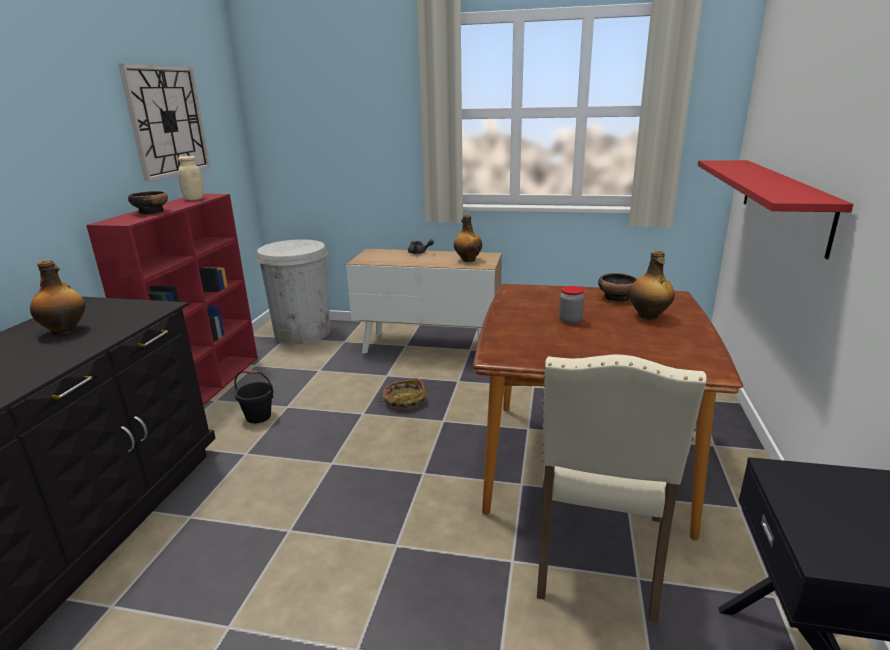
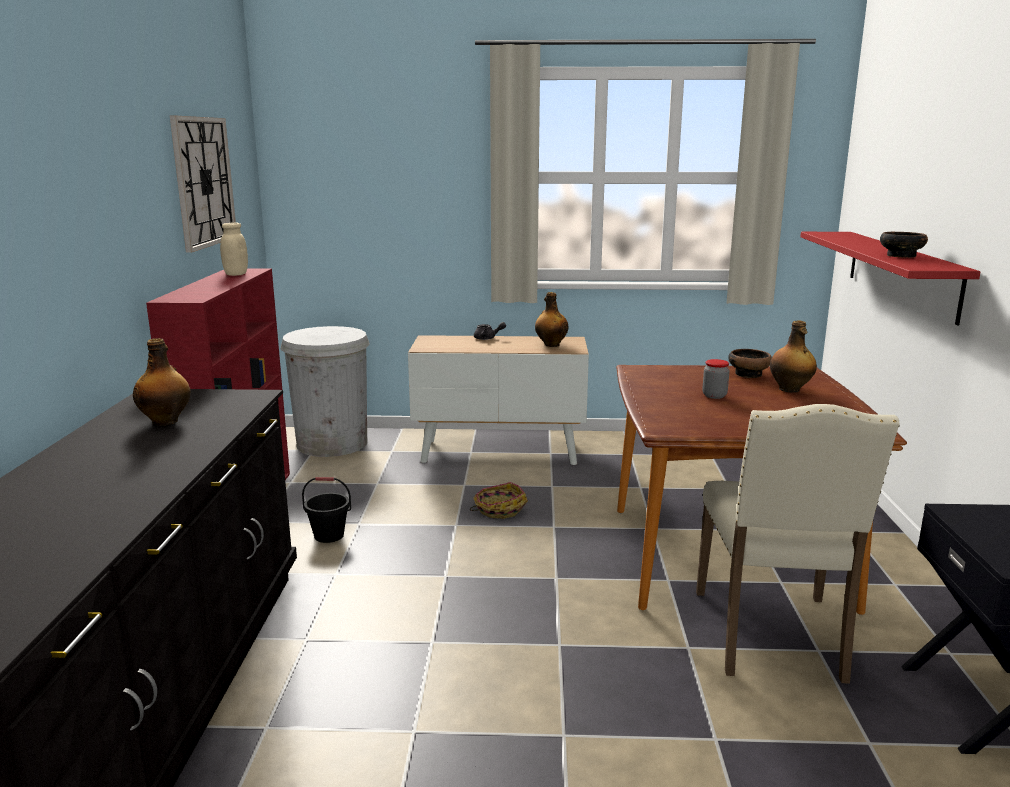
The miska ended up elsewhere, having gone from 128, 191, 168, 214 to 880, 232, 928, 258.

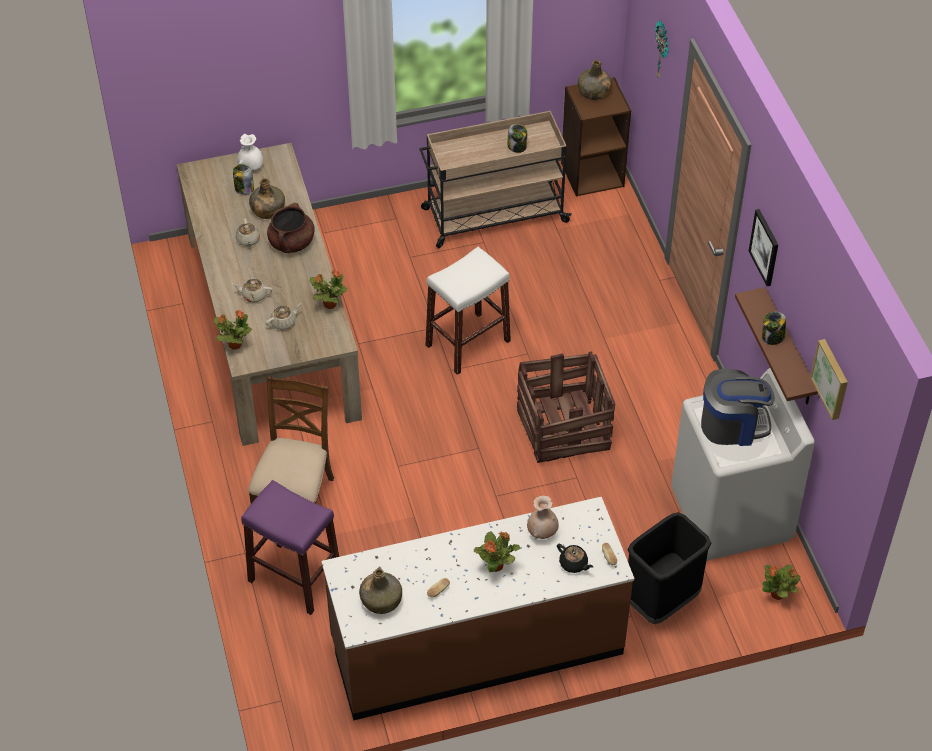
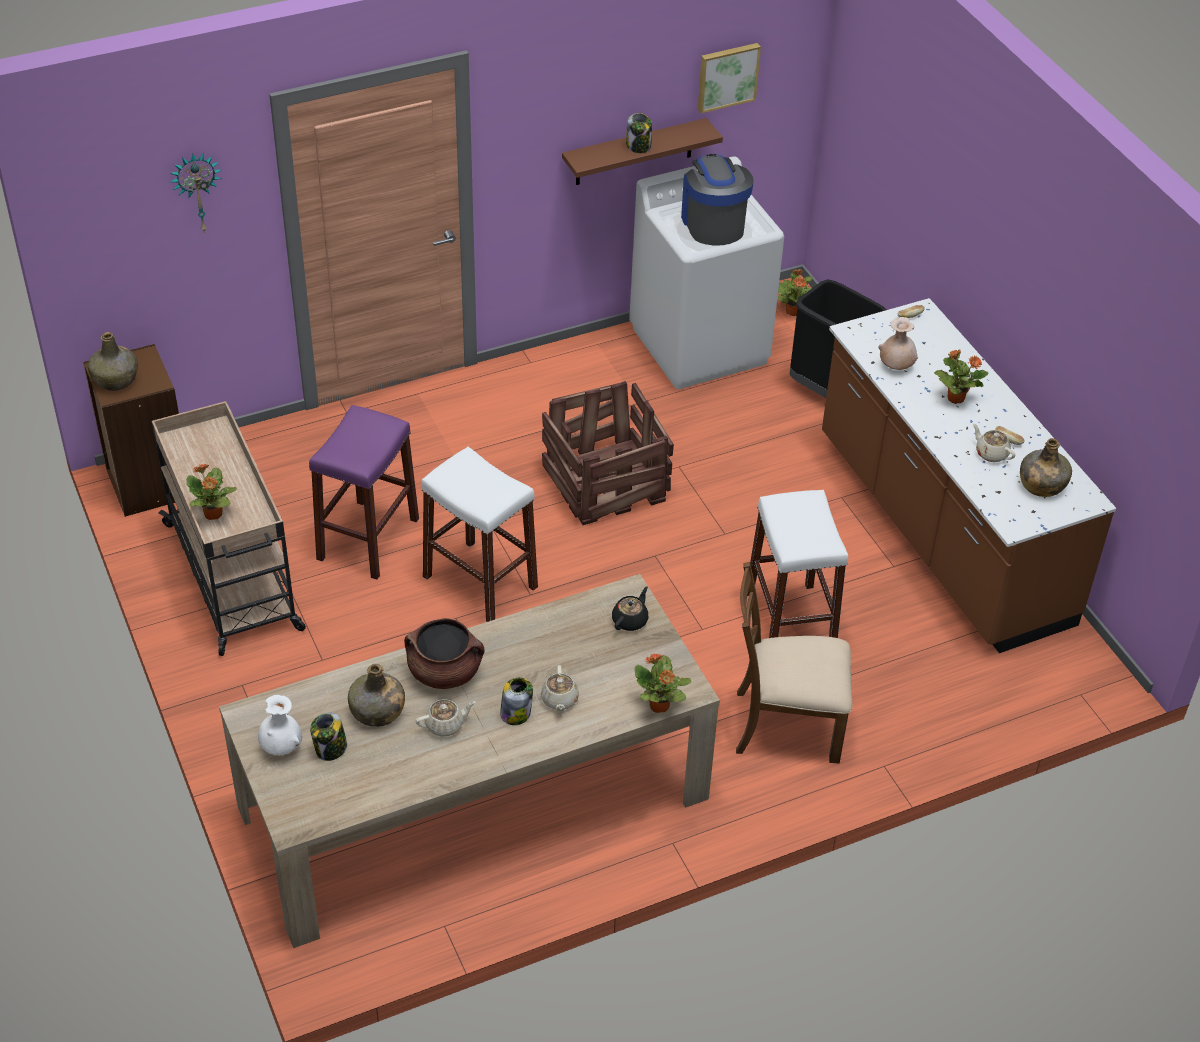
The roślina doniczkowa ended up elsewhere, having gone from 310, 270, 348, 309 to 186, 463, 237, 520.
The stołek/fioletowy ended up elsewhere, having gone from 241, 480, 339, 615 to 309, 405, 419, 580.
The słoik ended up elsewhere, having gone from 507, 124, 527, 153 to 500, 678, 533, 725.
The imbryk/czarny ended up elsewhere, having gone from 557, 544, 594, 573 to 612, 586, 648, 631.
The second view gained the stołek/biały at 748, 490, 848, 638.
The imbryk/beżowy ended up elsewhere, having gone from 266, 303, 301, 330 to 973, 423, 1015, 462.
The second view lost the obraz at 749, 209, 778, 286.

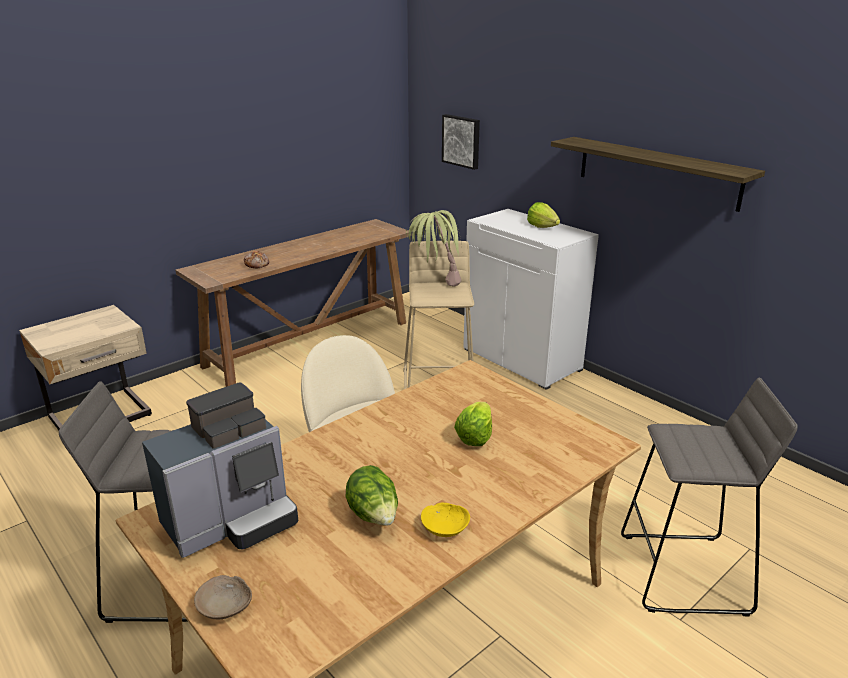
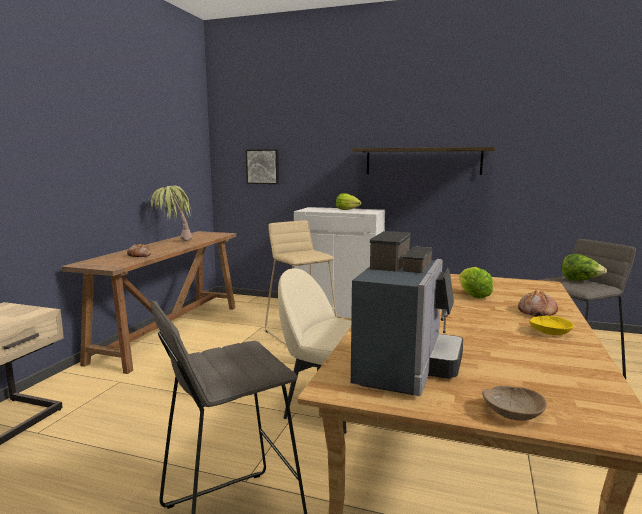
The roślina doniczkowa ended up elsewhere, having gone from 406, 210, 462, 287 to 148, 185, 192, 241.
The second view gained the chleb at 518, 290, 558, 317.
The sałata ended up elsewhere, having gone from 346, 465, 398, 526 to 562, 254, 607, 281.

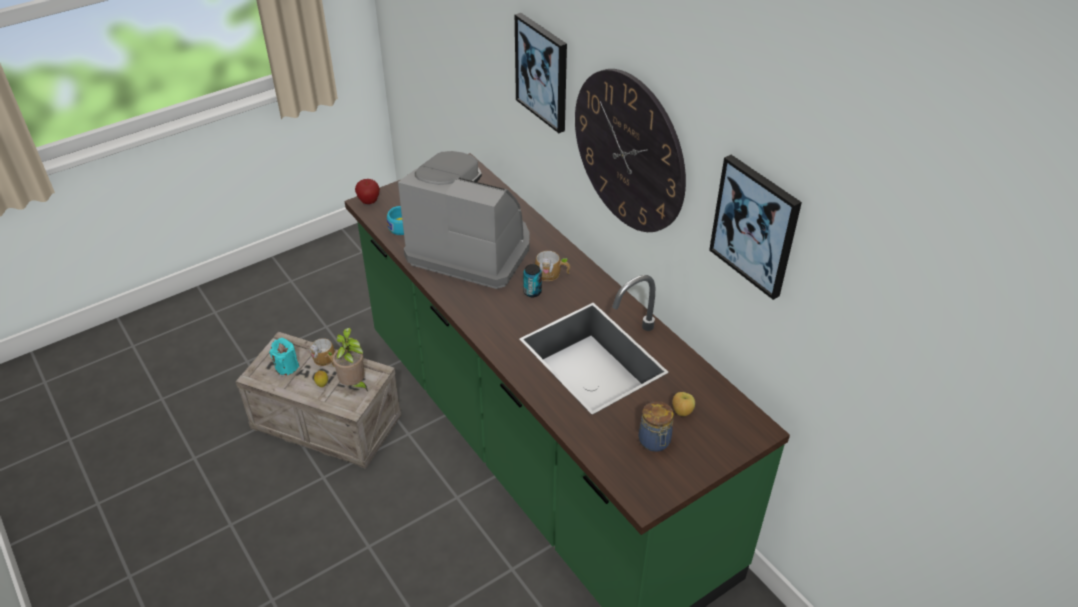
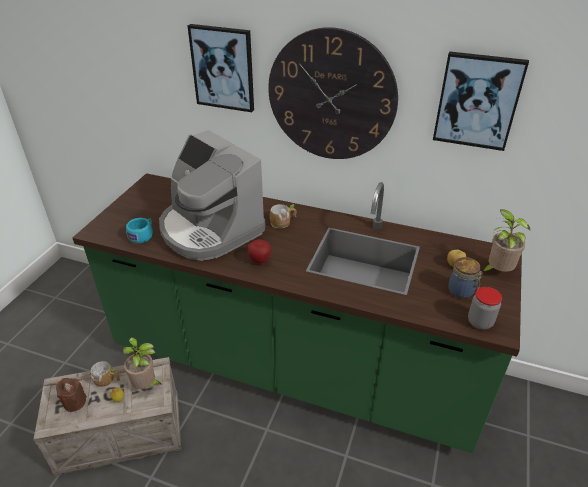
What was the świeca/turkusowy at 269, 338, 299, 375 turned into the świeca/brązowy at 56, 378, 87, 412.
The ekspres do kawy at 398, 151, 530, 289 ended up facing another way, 120 degrees counterclockwise from before.
The jabłko ended up elsewhere, having gone from 355, 179, 380, 204 to 248, 239, 271, 264.
The second view gained the słoik at 468, 287, 502, 330.
The second view gained the roślina doniczkowa at 482, 209, 530, 272.
The second view lost the puszka at 523, 264, 542, 297.

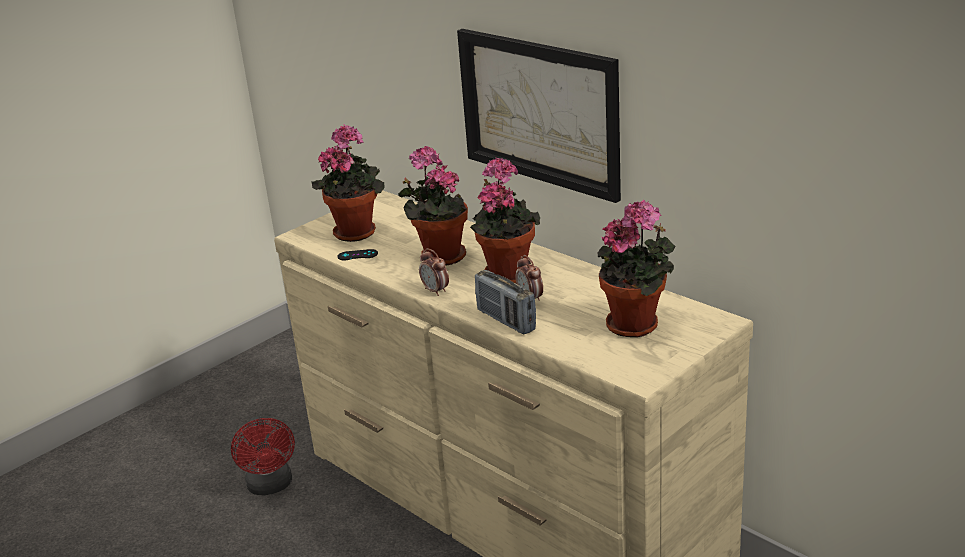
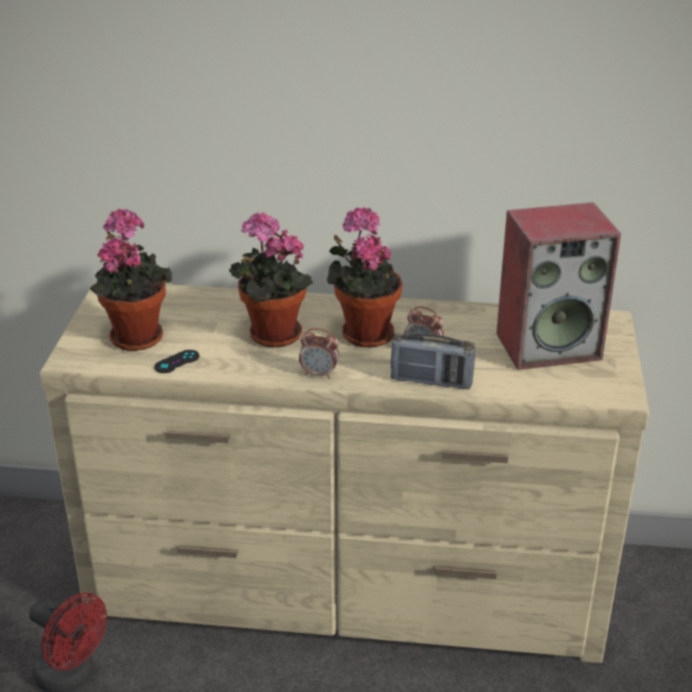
Where the roślina doniczkowa stood at 598, 200, 675, 337, the głośnik came to stand at 496, 202, 621, 370.
The second view lost the obraz at 457, 29, 621, 203.

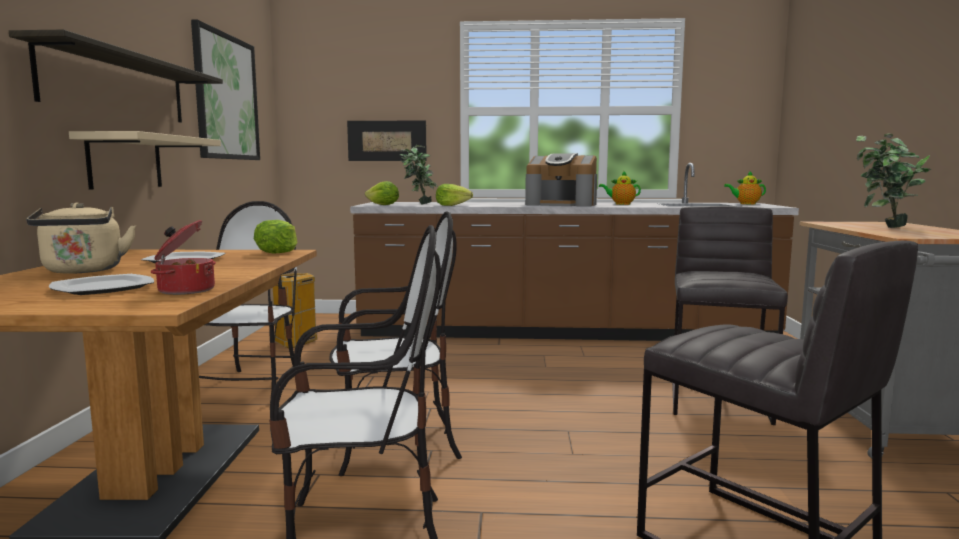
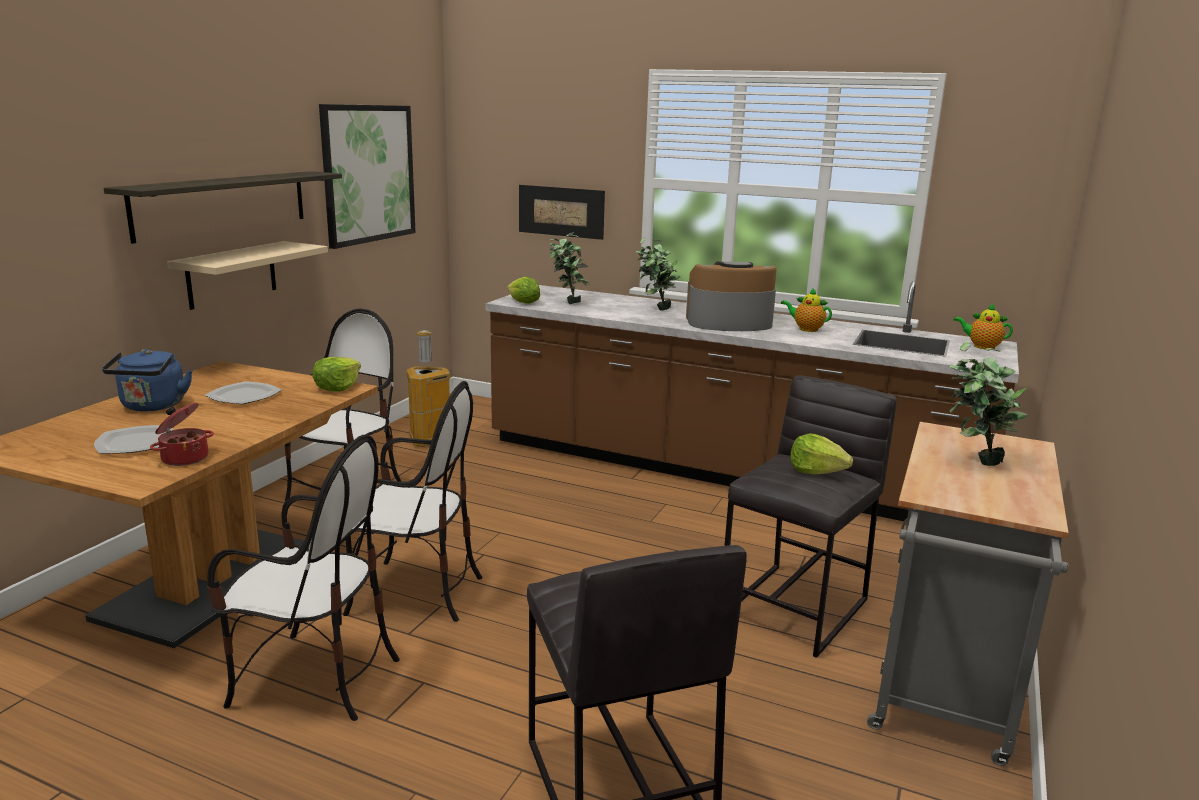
What was the czajnik/beżowy at 27, 203, 136, 274 turned into the czajnik/niebieski at 102, 349, 192, 411.
The second view gained the roślina doniczkowa at 636, 237, 680, 310.
The ekspres do kawy at 525, 153, 597, 207 ended up facing another way, 135 degrees clockwise from before.
The sałata ended up elsewhere, having gone from 436, 184, 473, 206 to 790, 433, 853, 474.

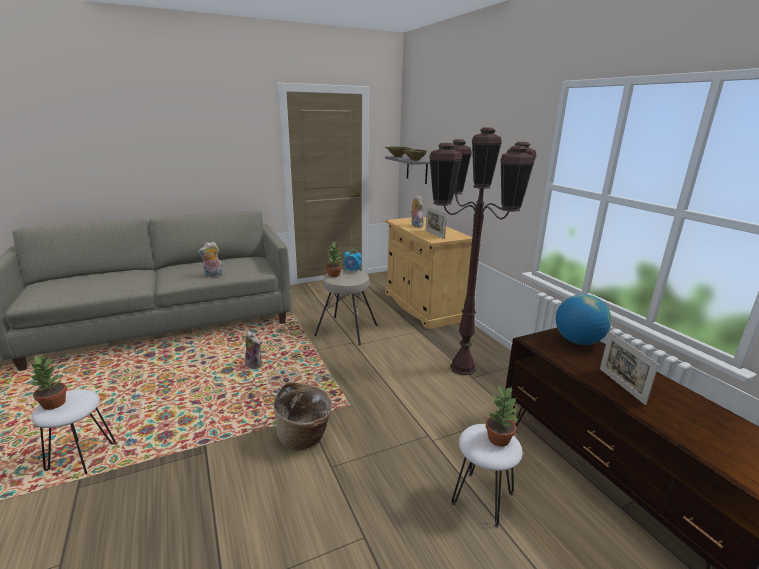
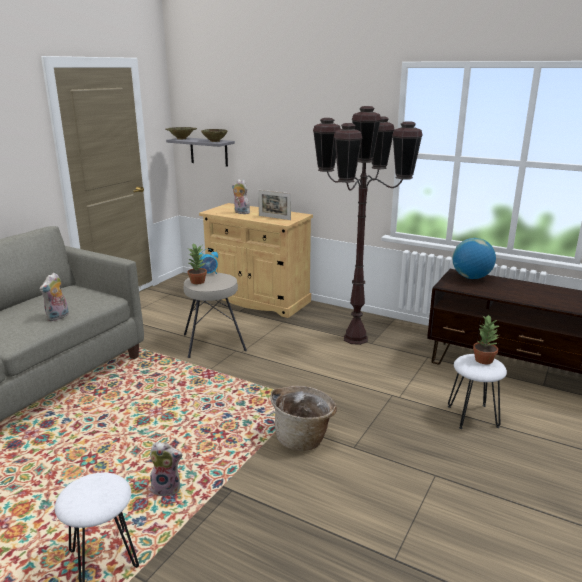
The pluszak ended up elsewhere, having gone from 245, 331, 262, 369 to 149, 442, 182, 496.
The second view lost the roślina doniczkowa at 28, 356, 67, 410.
The second view lost the ramka na zdjęcie at 600, 331, 659, 405.

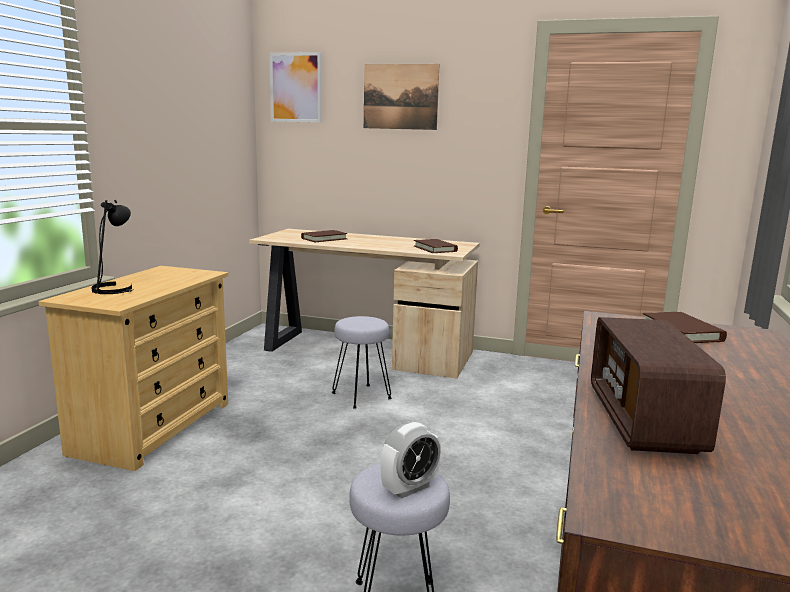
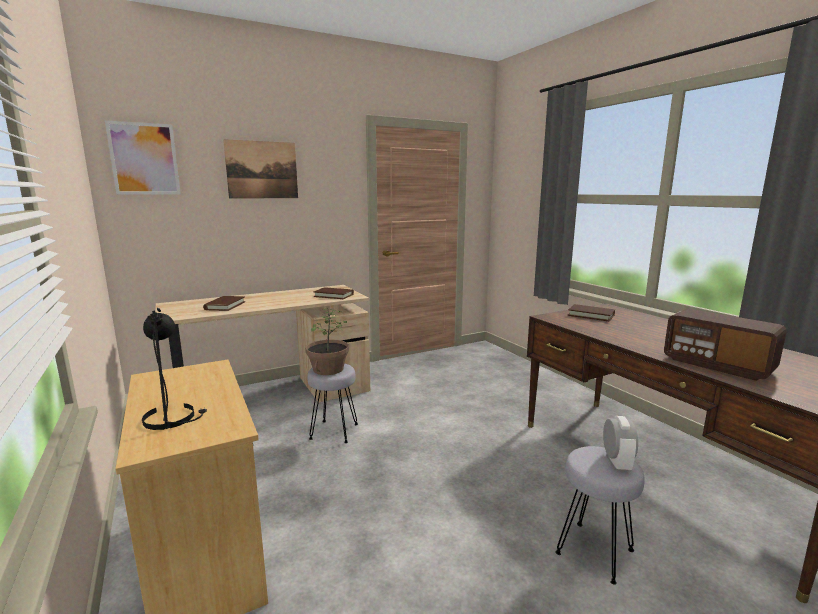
The second view gained the roślina doniczkowa at 305, 309, 349, 375.

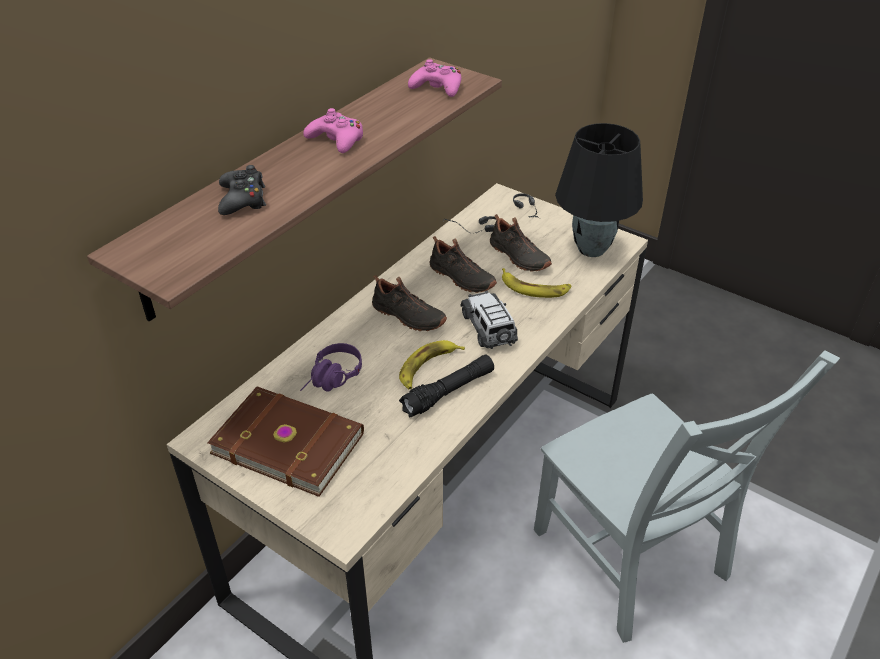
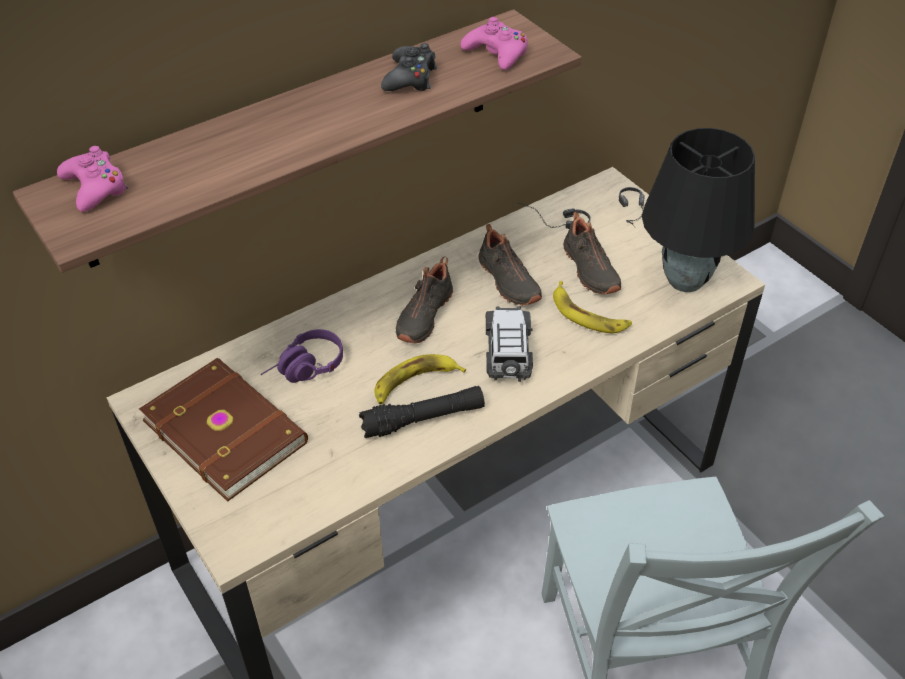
The pad do gier/różowy ended up elsewhere, having gone from 303, 108, 363, 153 to 57, 146, 128, 212.
The pad do gier/czarny ended up elsewhere, having gone from 218, 165, 266, 215 to 381, 43, 437, 91.
The but/czarny at 372, 275, 447, 331 ended up facing another way, 60 degrees clockwise from before.

